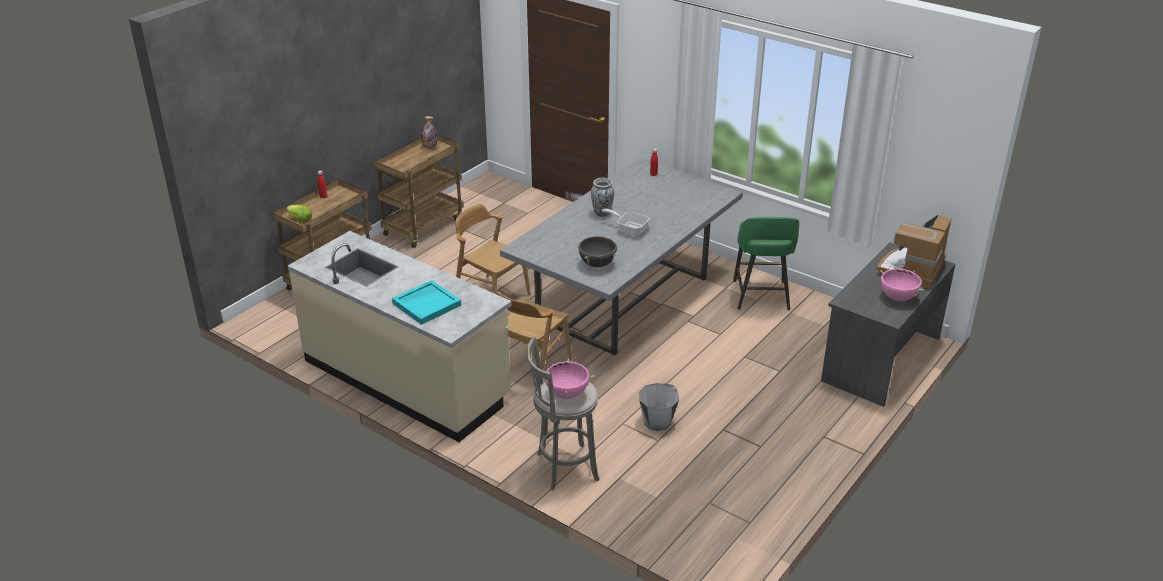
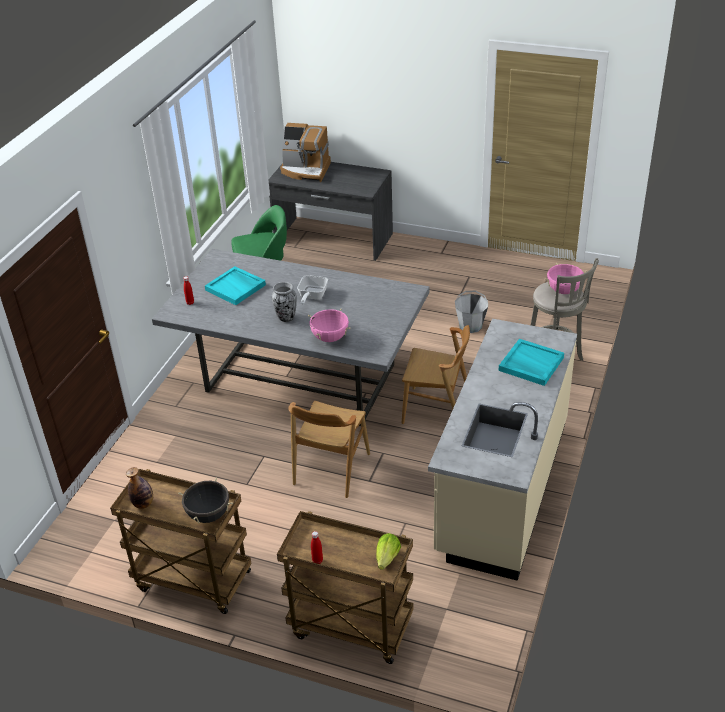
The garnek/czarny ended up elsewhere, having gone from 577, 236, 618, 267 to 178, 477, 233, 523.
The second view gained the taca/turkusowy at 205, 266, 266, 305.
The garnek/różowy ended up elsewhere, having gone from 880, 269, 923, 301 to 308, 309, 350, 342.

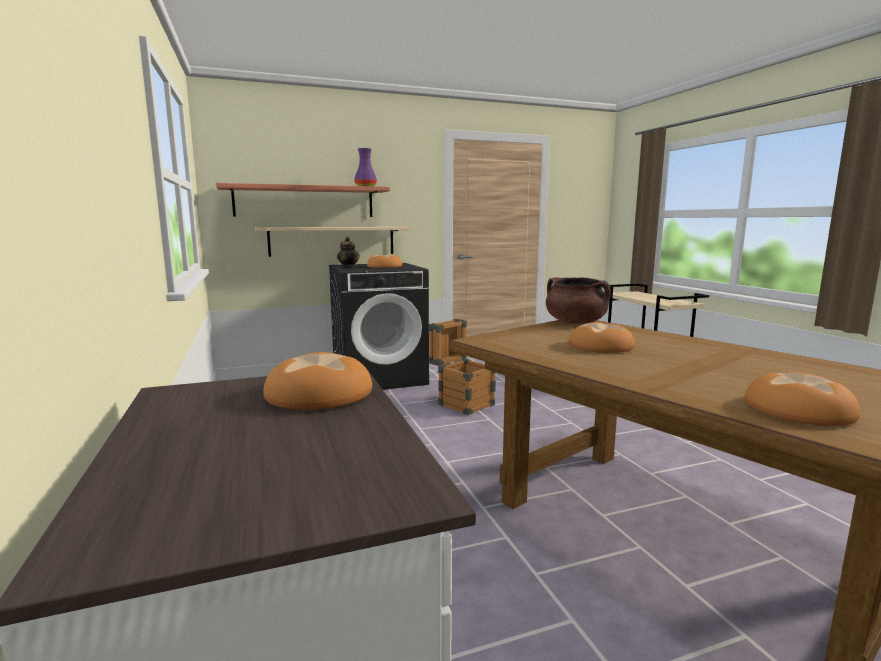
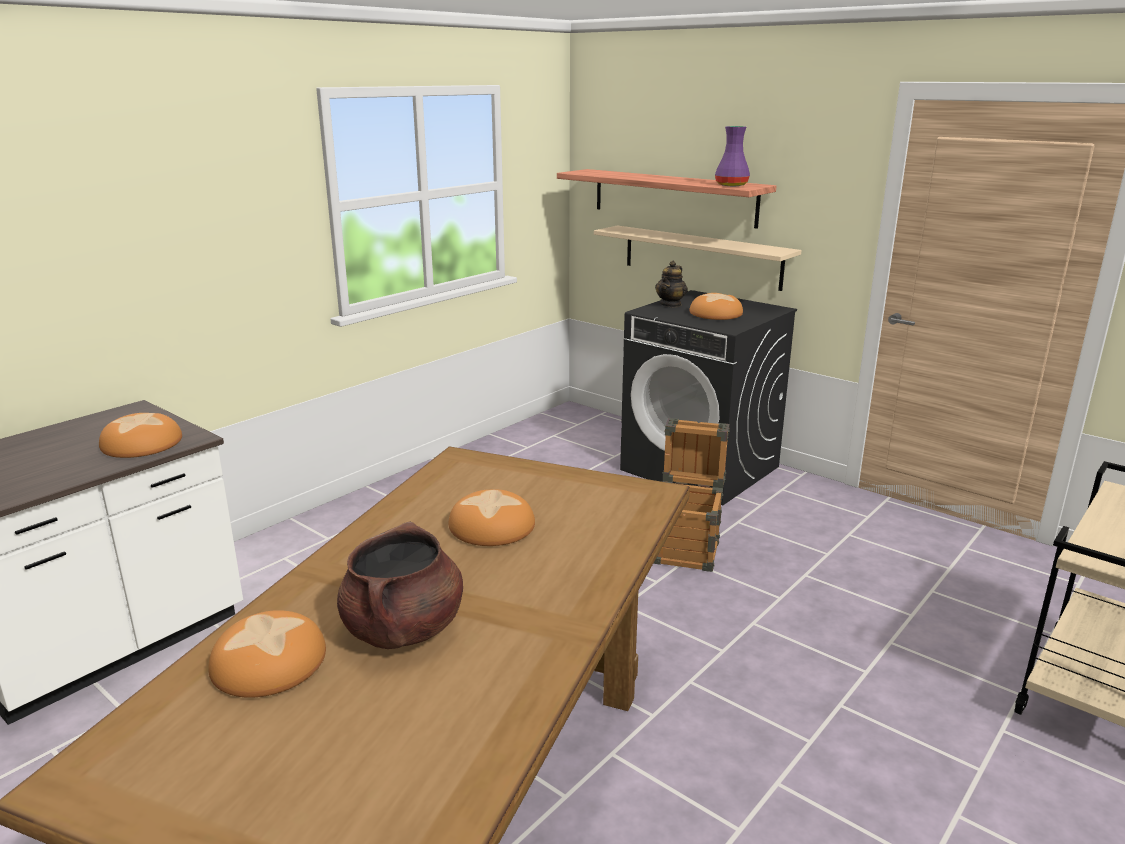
The garnek/brązowy ended up elsewhere, having gone from 546, 278, 611, 324 to 337, 521, 463, 649.

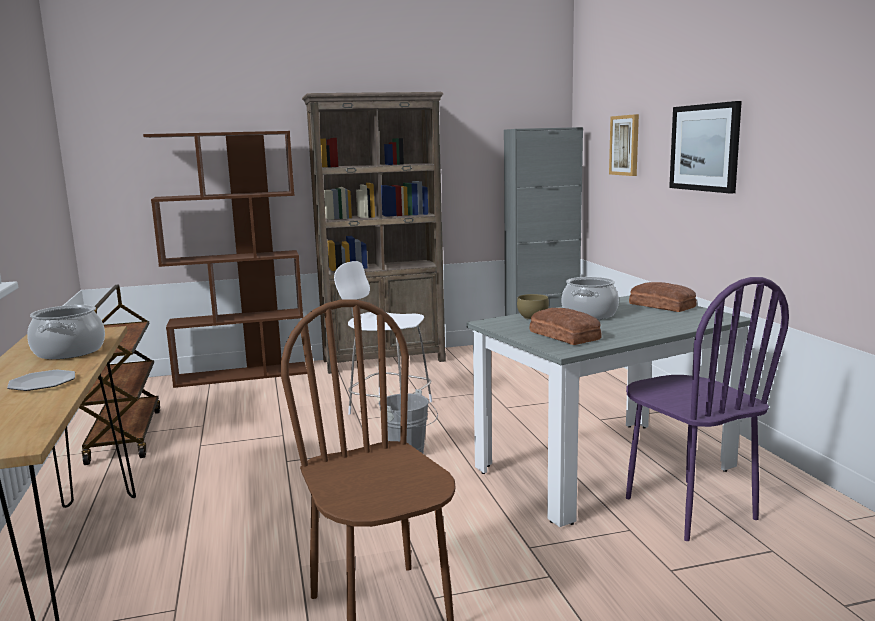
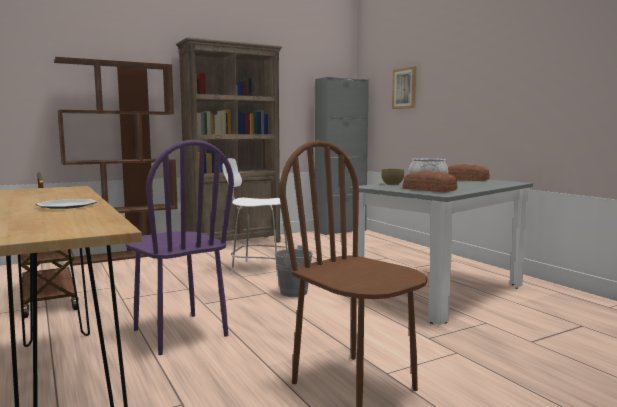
The krzesło/fioletowy ended up elsewhere, having gone from 626, 277, 789, 541 to 126, 140, 234, 355.
The second view lost the garnek at 27, 305, 105, 359.
The second view lost the obraz at 669, 101, 742, 194.

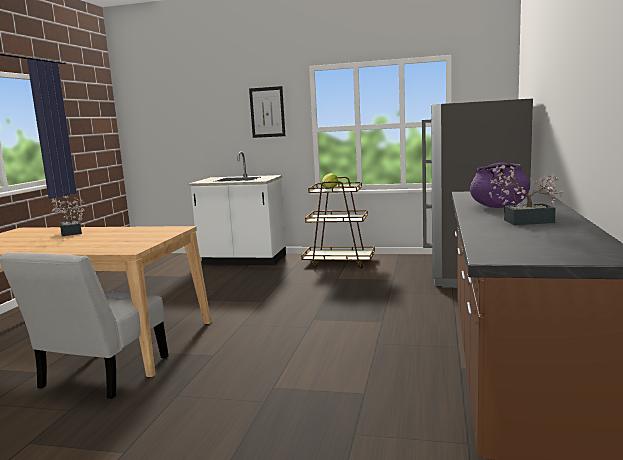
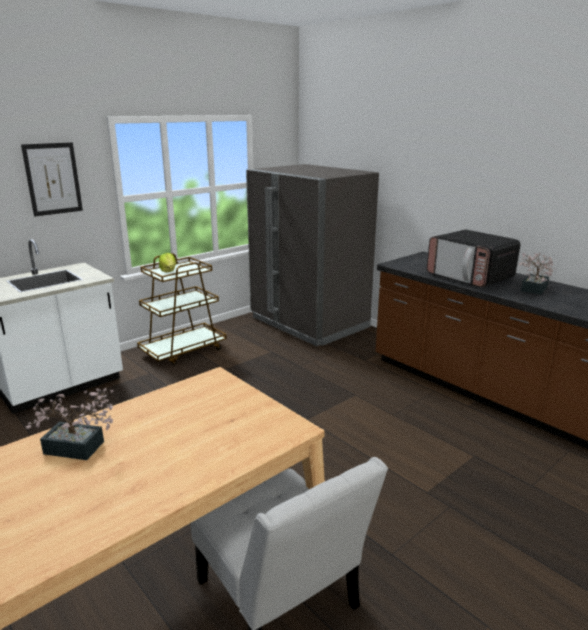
Where the garnek/fioletowy stood at 470, 163, 530, 208, the mikrofalówka came to stand at 427, 229, 520, 288.

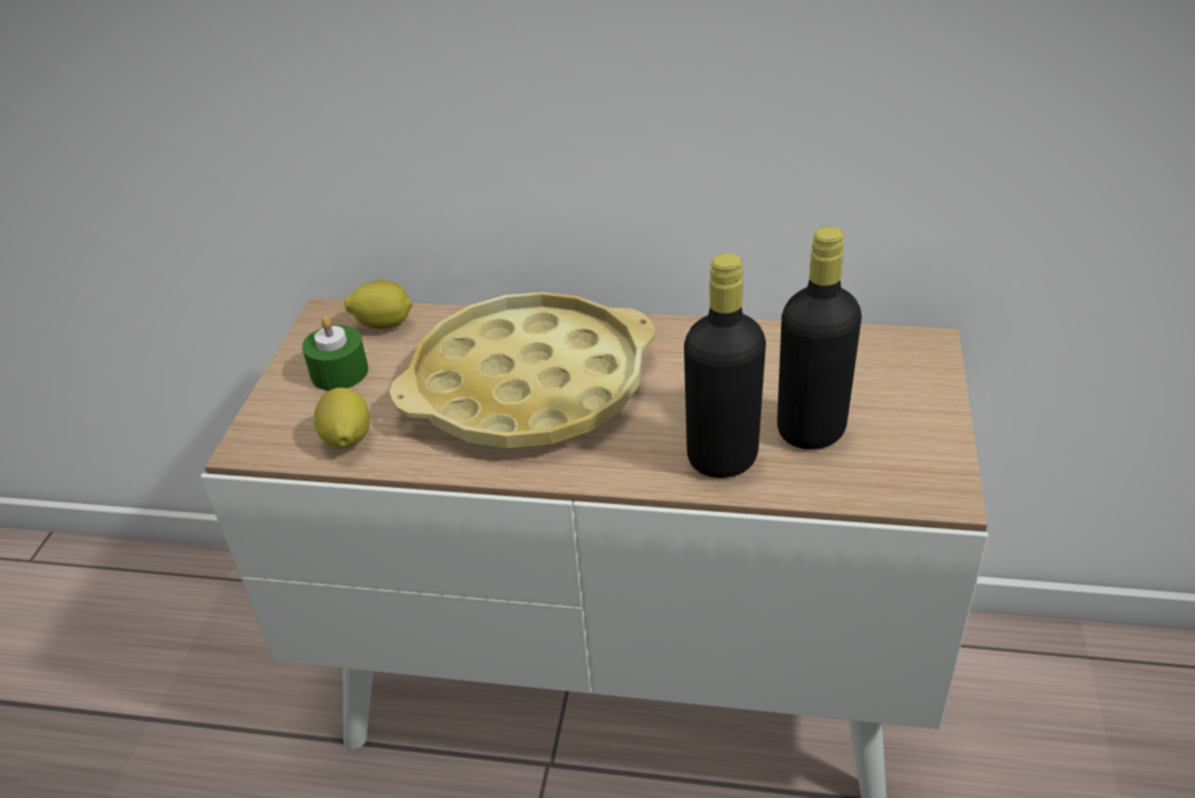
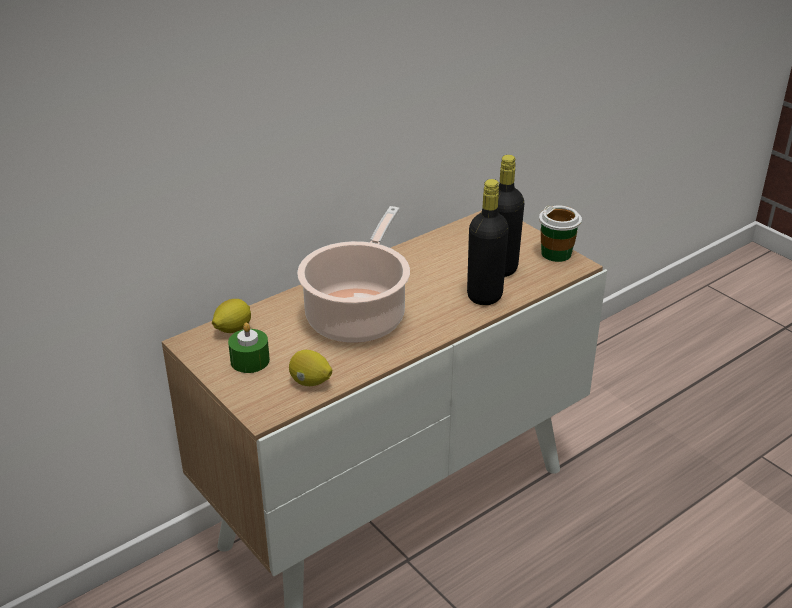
Where the taca/żółty stood at 389, 292, 655, 449, the garnek came to stand at 297, 206, 410, 343.
The second view gained the filiżanka at 539, 205, 582, 262.

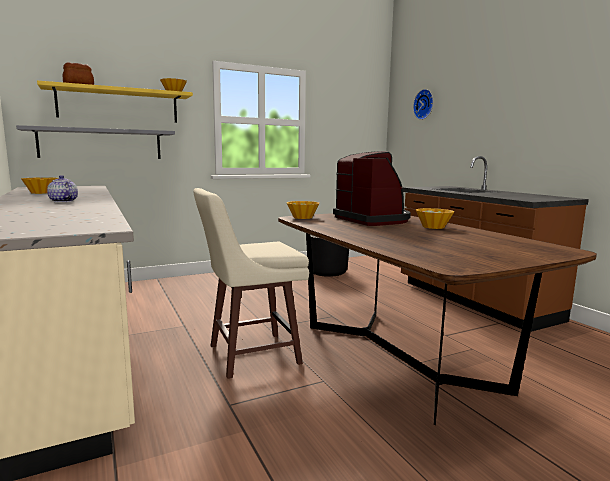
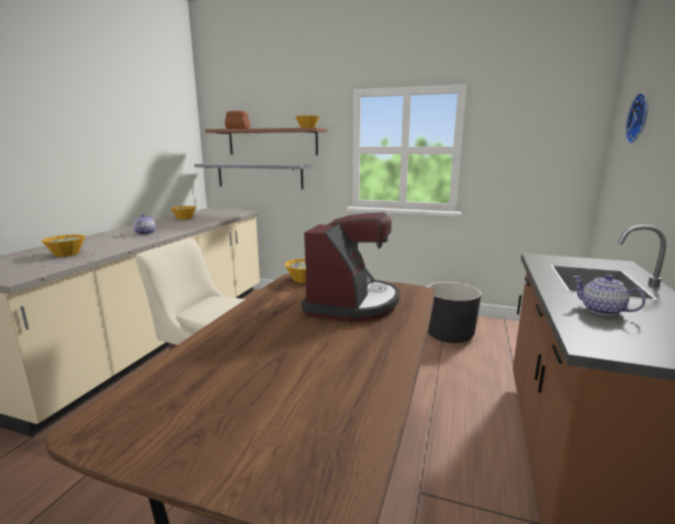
The miska ended up elsewhere, having gone from 416, 208, 455, 229 to 41, 234, 85, 257.
What was the półka/żółty at 37, 81, 193, 123 turned into the półka/brązowy at 205, 128, 327, 155.
The second view gained the imbryk at 572, 274, 646, 316.

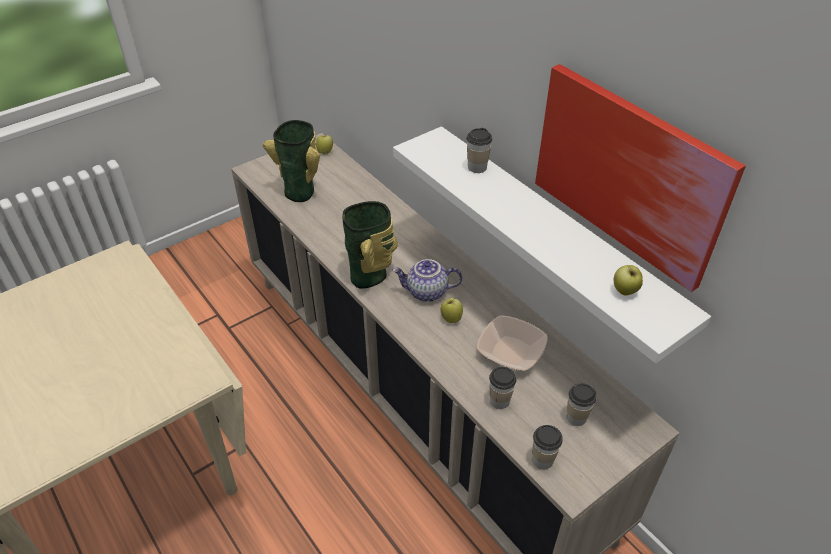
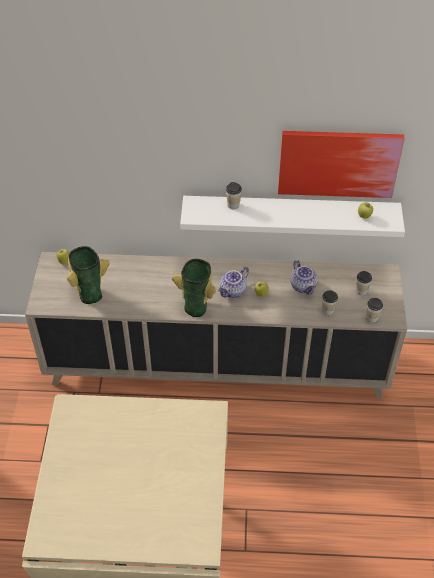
Where the miska stood at 477, 315, 547, 371, the imbryk came to stand at 291, 260, 318, 295.

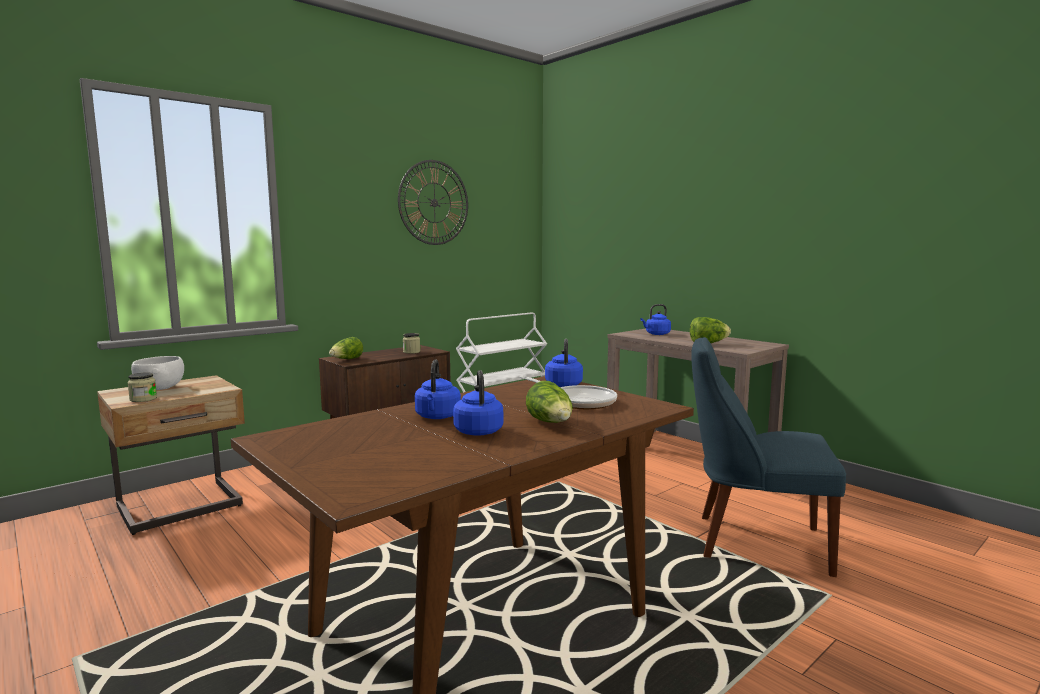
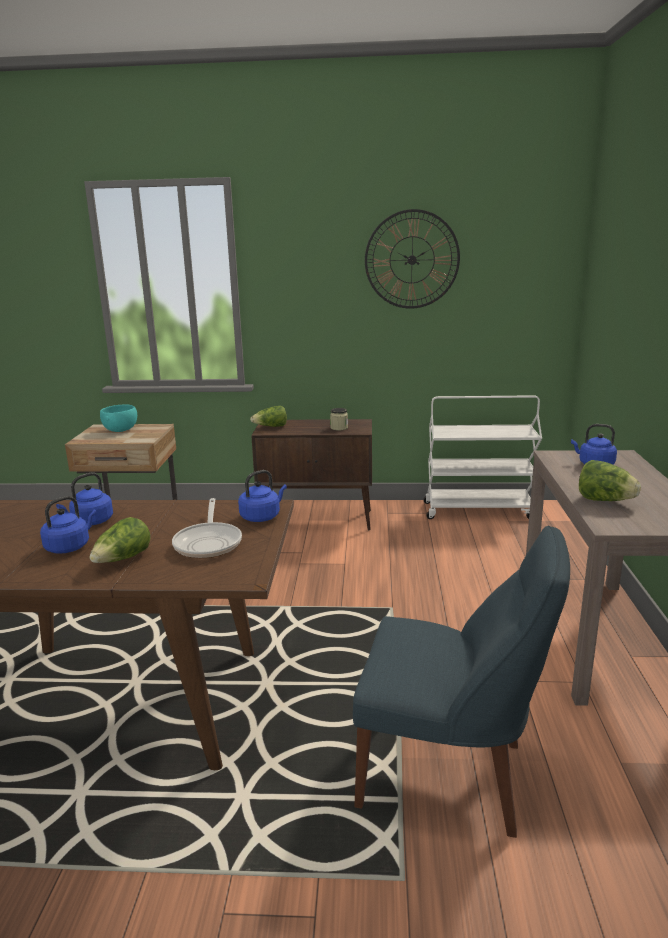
What was the miska/biały at 131, 356, 184, 390 turned into the miska/turkusowy at 100, 405, 137, 432.
The krzesło/niebieski at 691, 337, 846, 577 ended up facing another way, 135 degrees clockwise from before.
The second view lost the słoik at 128, 372, 157, 402.

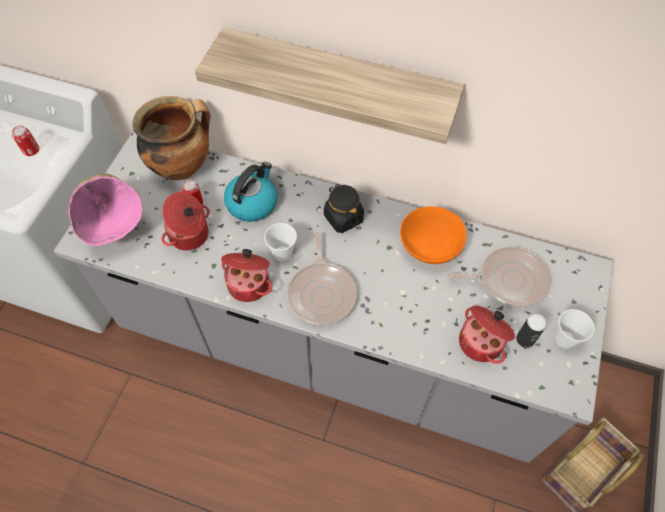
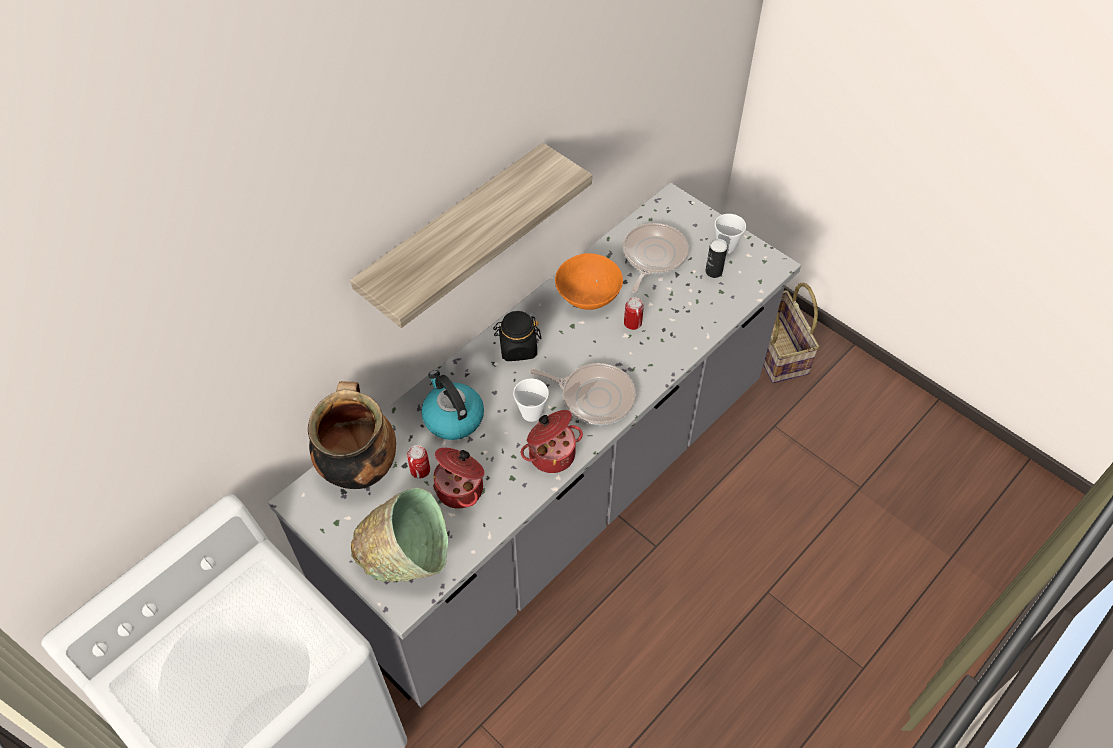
What was the miska/różowy at 68, 173, 143, 246 turned into the miska/zielony at 351, 488, 448, 582.
The puszka ended up elsewhere, having gone from 12, 125, 39, 156 to 624, 297, 644, 330.
The second view lost the garnek at 459, 306, 515, 364.

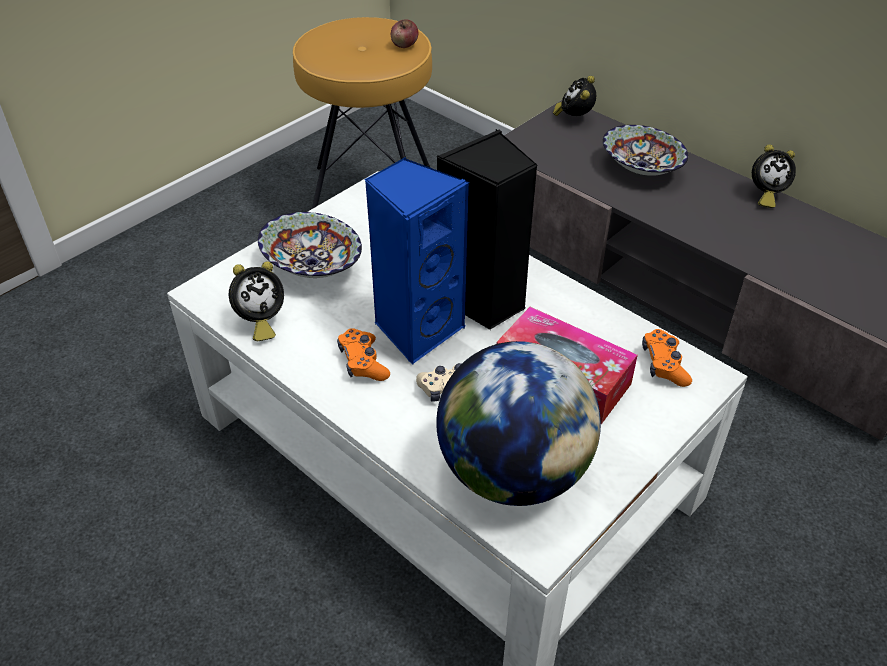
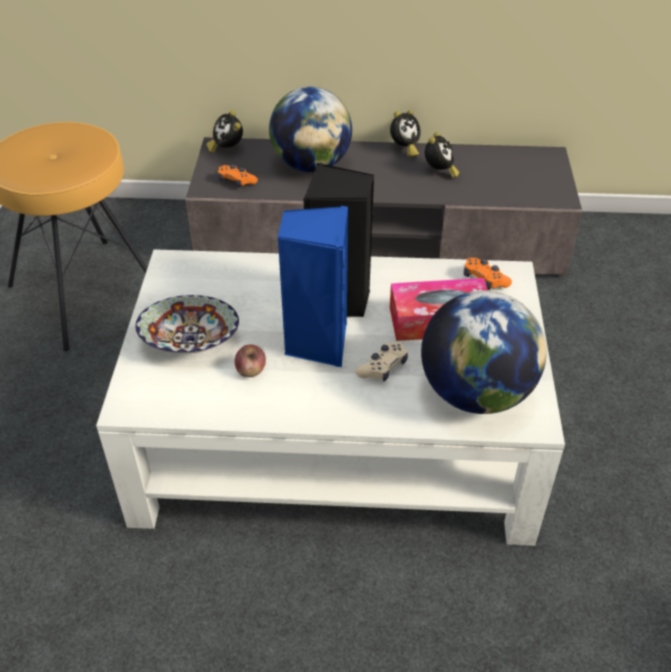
The pad do gier/pomarańczowy ended up elsewhere, having gone from 337, 328, 390, 381 to 218, 164, 258, 188.
The jabłko ended up elsewhere, having gone from 391, 19, 418, 48 to 235, 344, 266, 377.
Where the miska stood at 603, 125, 688, 176, the globus came to stand at 269, 87, 352, 172.
The budzik ended up elsewhere, having gone from 229, 262, 284, 341 to 425, 132, 459, 179.

